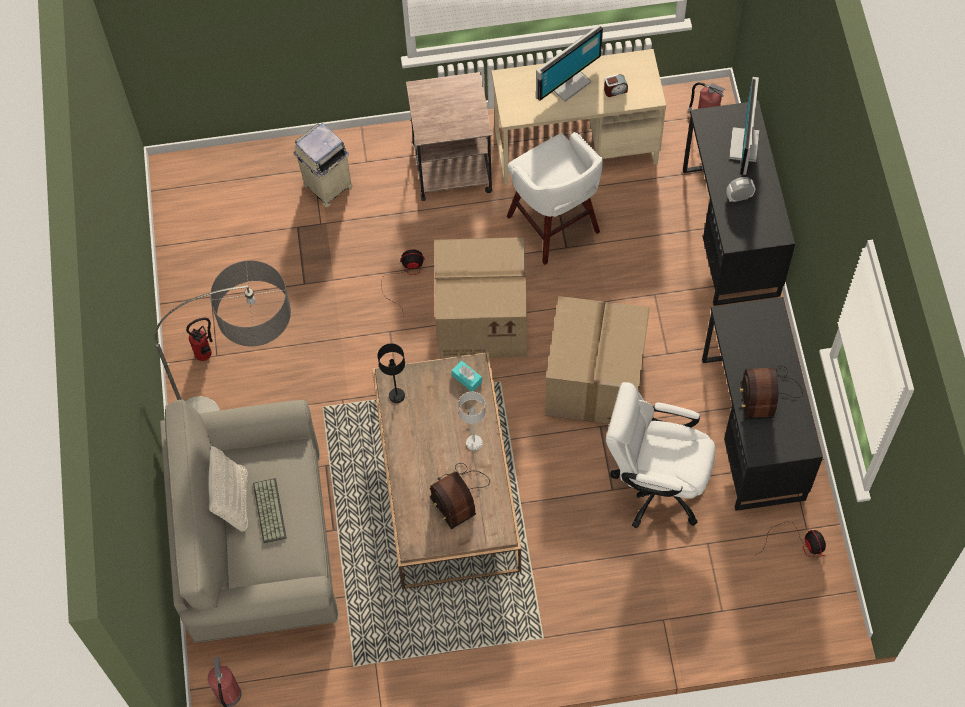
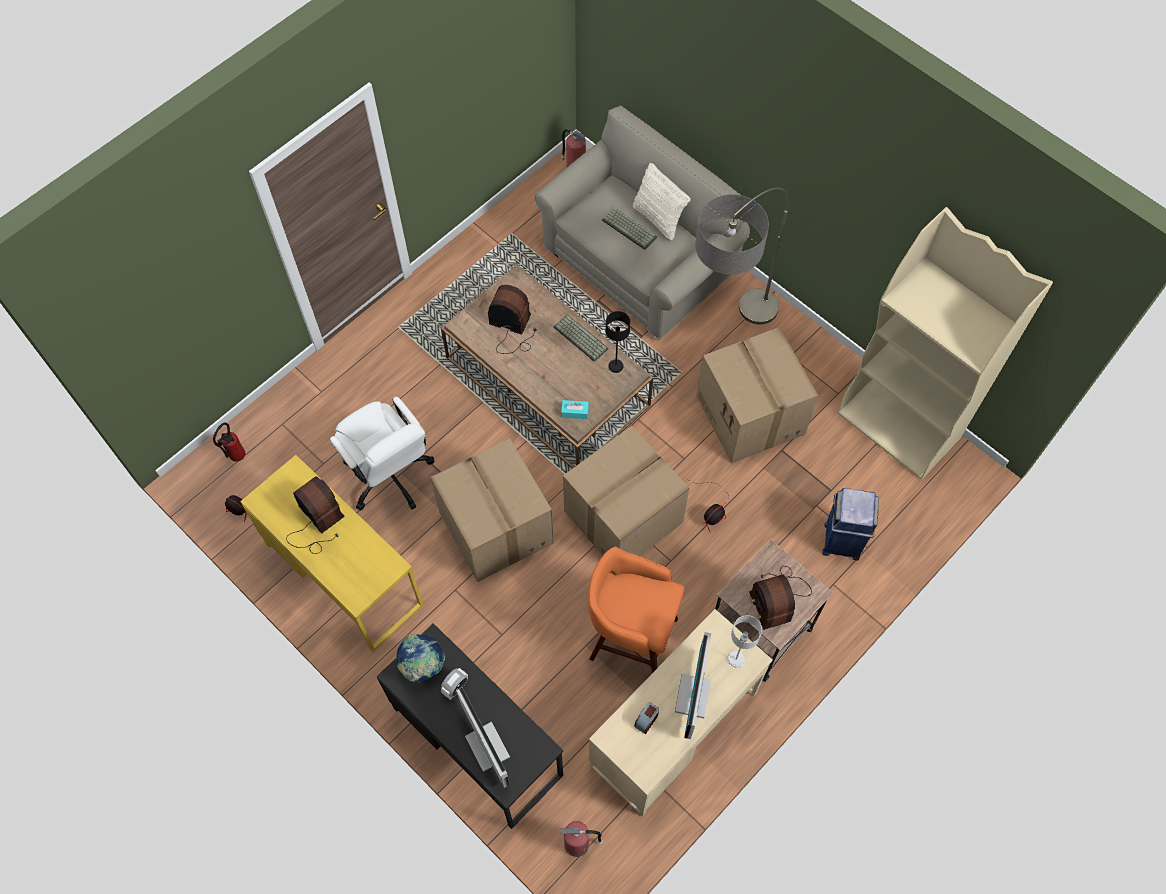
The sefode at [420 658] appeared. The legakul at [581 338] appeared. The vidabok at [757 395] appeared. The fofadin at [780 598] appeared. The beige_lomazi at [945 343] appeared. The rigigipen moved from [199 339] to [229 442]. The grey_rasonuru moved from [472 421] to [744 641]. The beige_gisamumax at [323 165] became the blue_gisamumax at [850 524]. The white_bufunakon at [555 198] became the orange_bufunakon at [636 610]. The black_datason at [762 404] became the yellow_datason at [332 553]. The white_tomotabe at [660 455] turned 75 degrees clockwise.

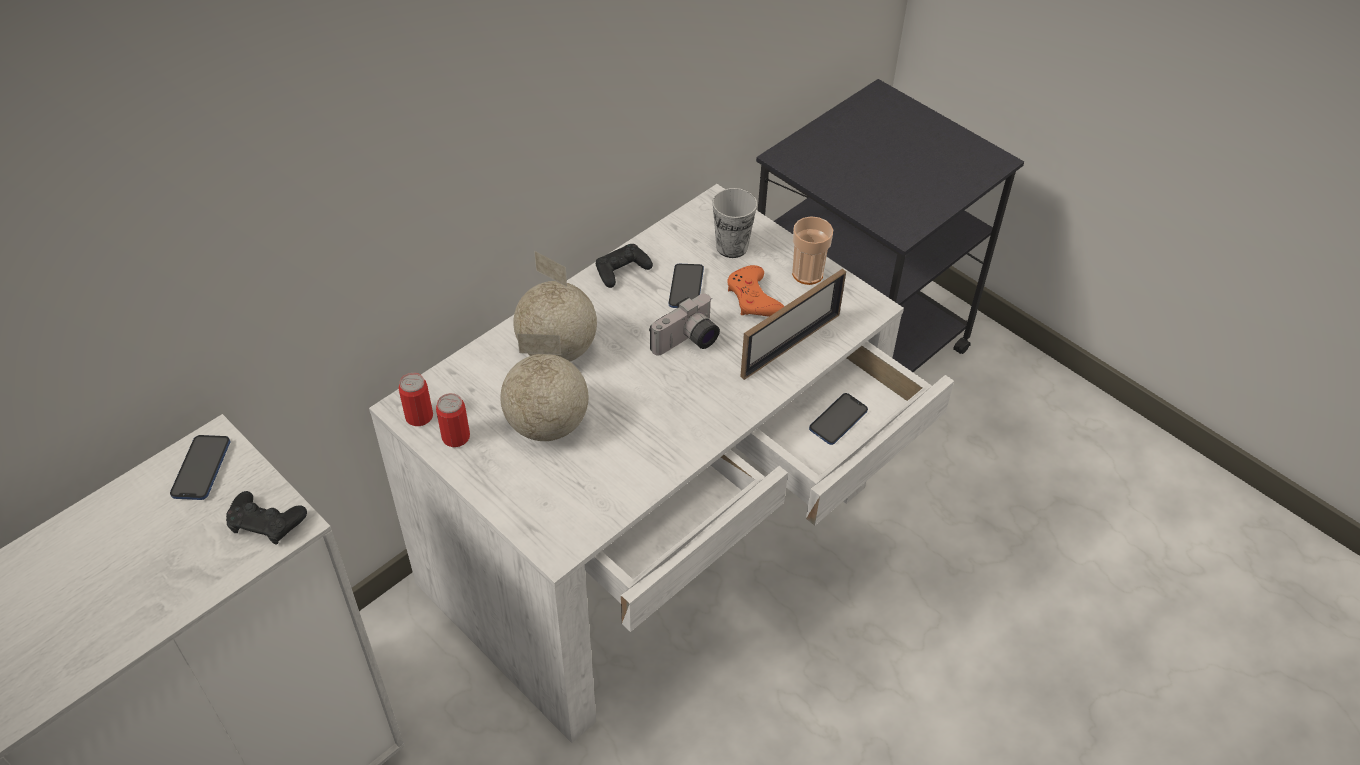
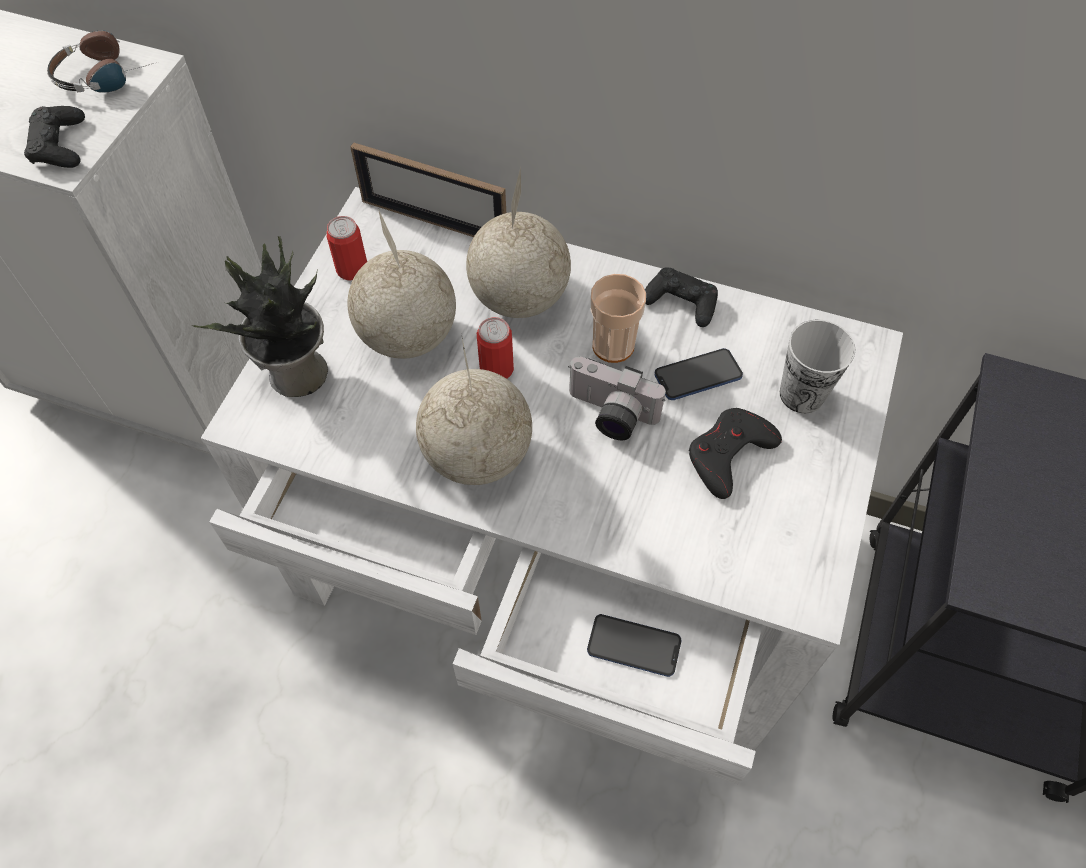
The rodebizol at [260 316] appeared. The sefode at [474 409] appeared. The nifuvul moved from [415 399] to [495 348]. The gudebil moved from [793 324] to [428 189]. The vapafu moved from [812 251] to [618 318]. The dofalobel at [200 467] was replaced by the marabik at [100 61]. The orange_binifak at [756 291] became the black_binifak at [735 453].

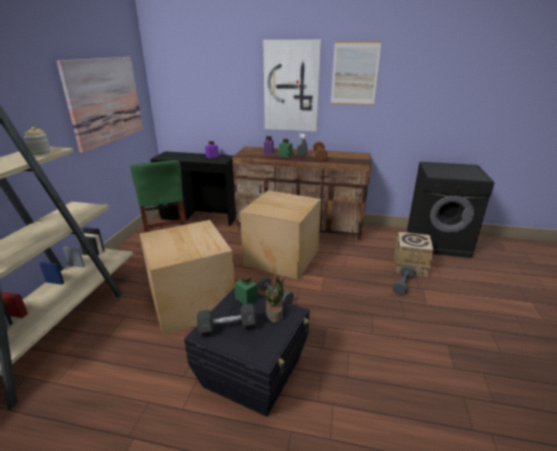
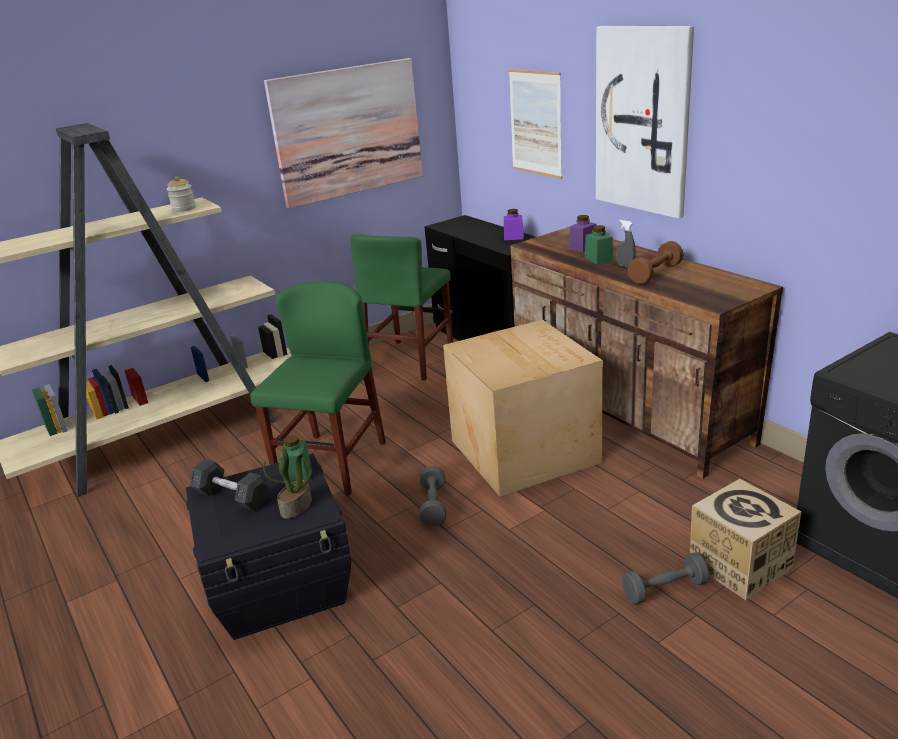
The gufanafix moved from [356 73] to [535 124]. The vidabok at [187 278] was replaced by the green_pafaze at [318 388].

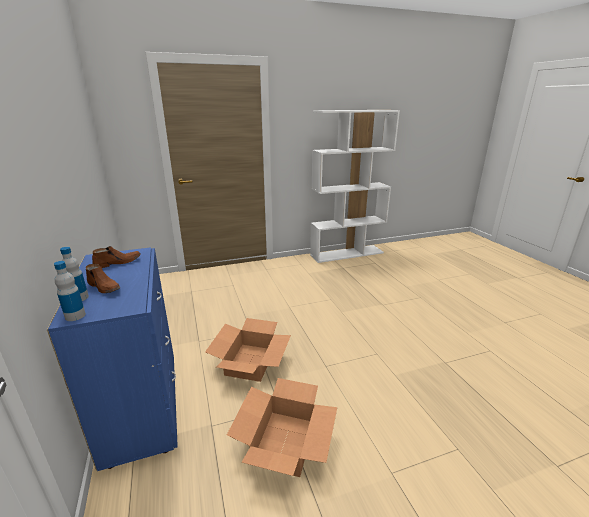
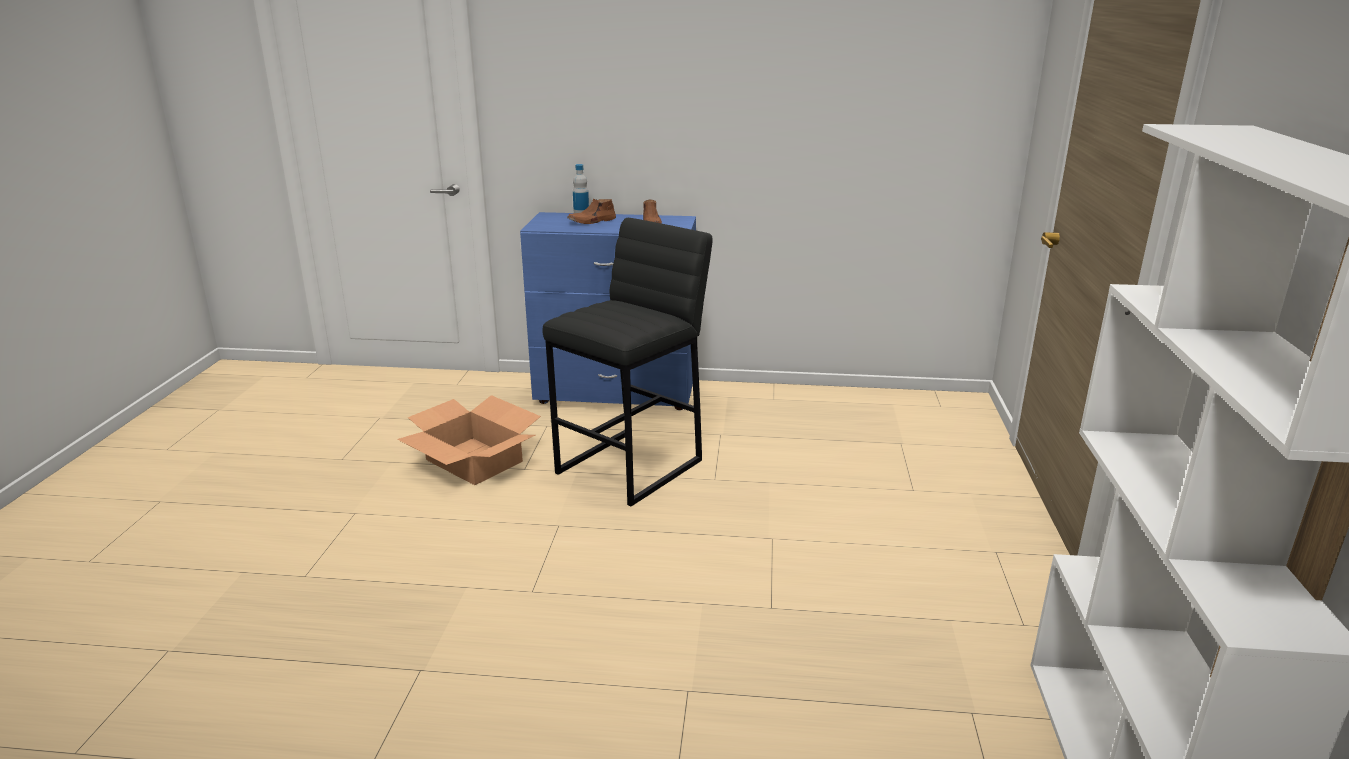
The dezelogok at [70 291] disappeared. The vidabok at [248 350] was replaced by the black_bufunakon at [627 362].

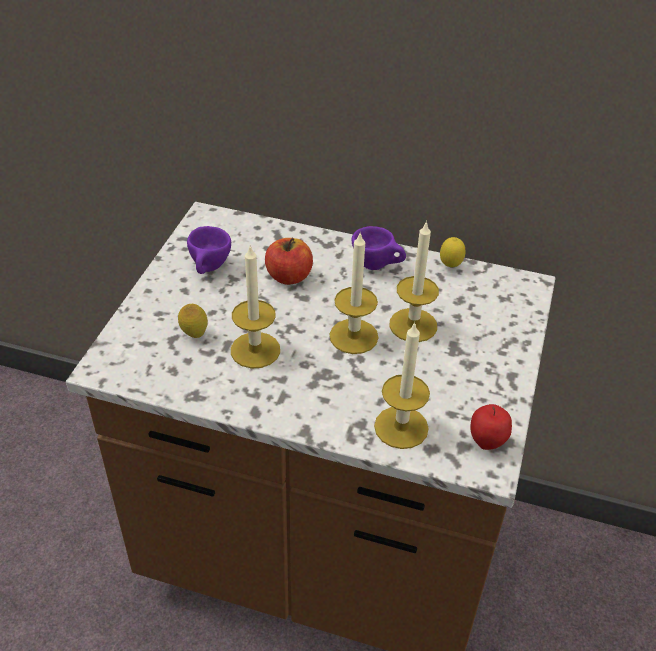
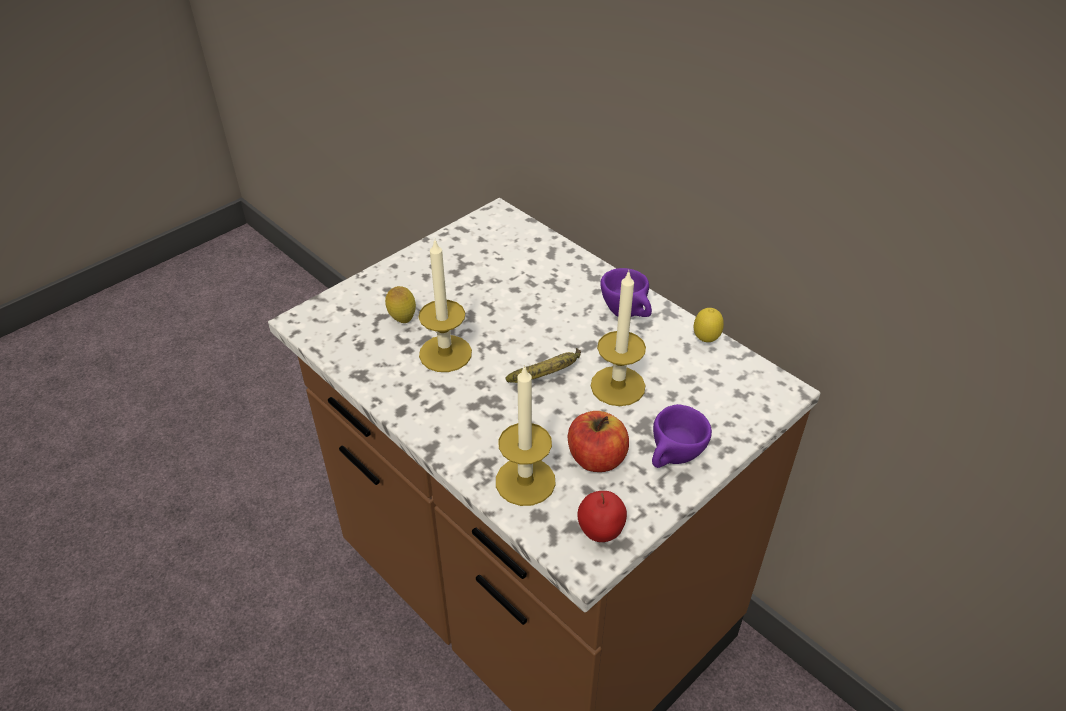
The purple_vapafu moved from [209 250] to [682 436]. The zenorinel moved from [289 261] to [598 441]. The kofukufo at [353 292] was replaced by the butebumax at [543 365].

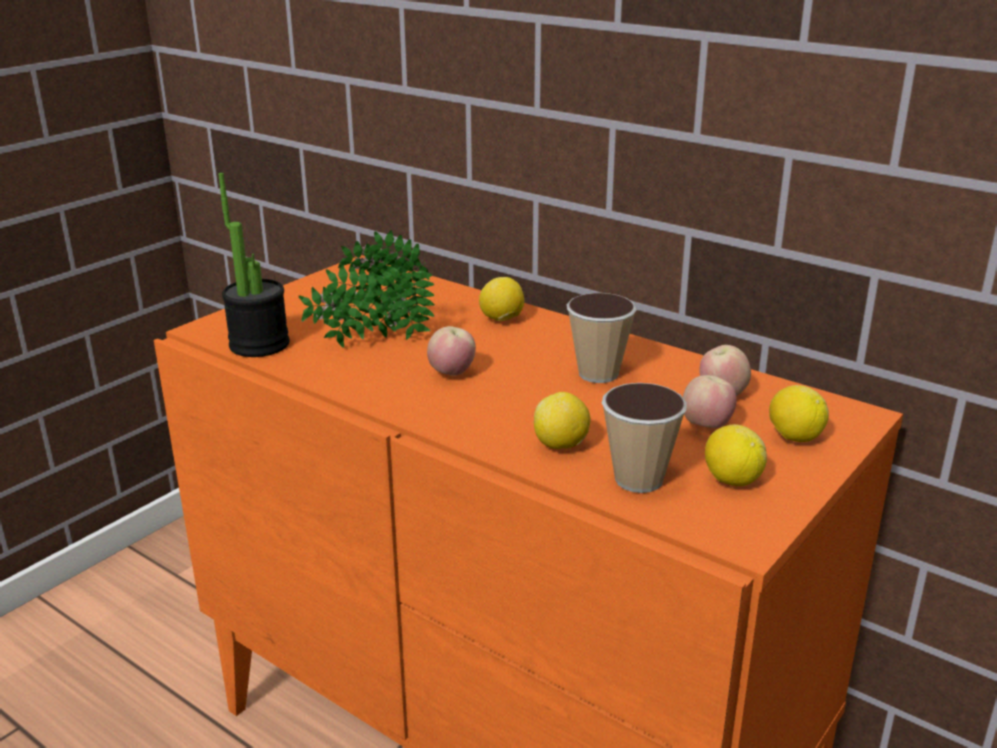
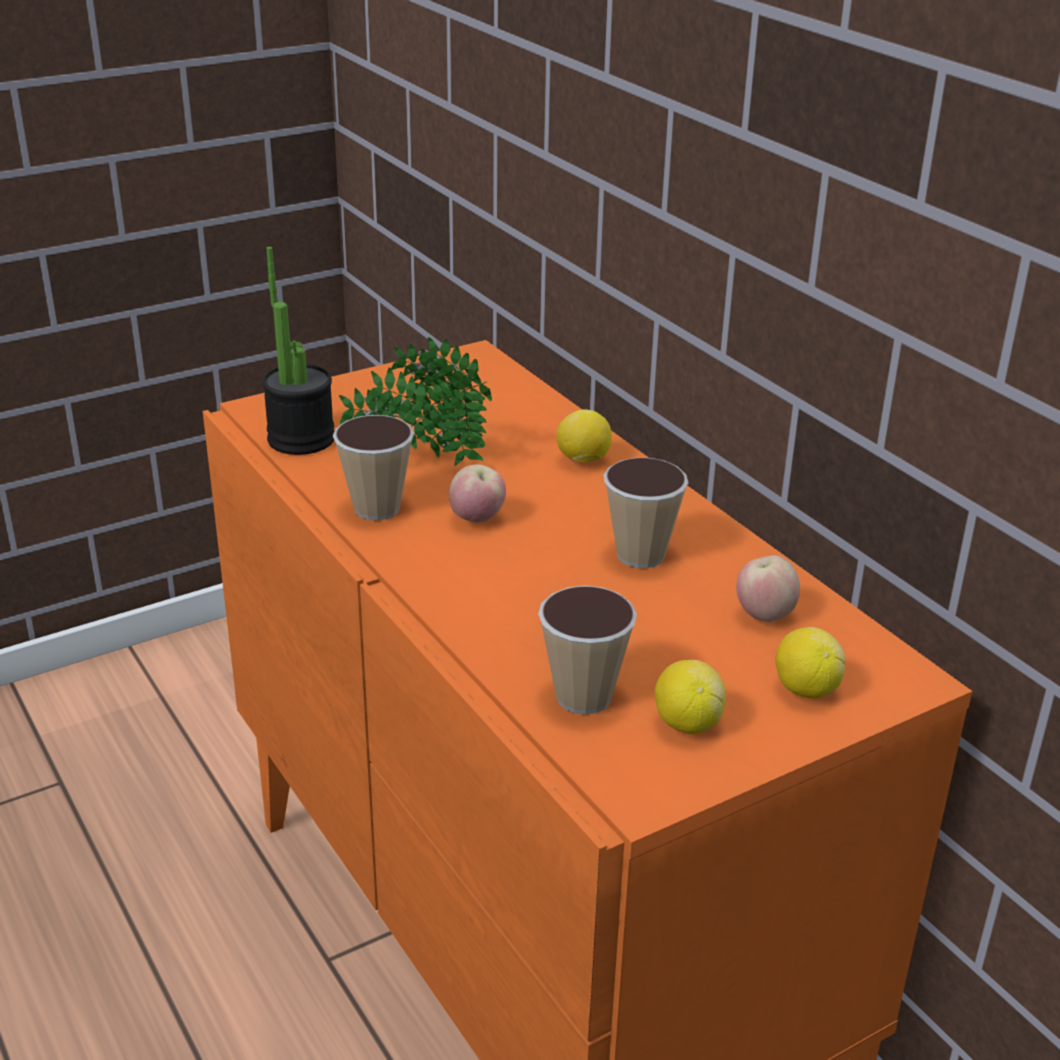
The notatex at [562 420] disappeared. The zenorinel at [710 401] disappeared. The vapafu at [373 467] appeared.

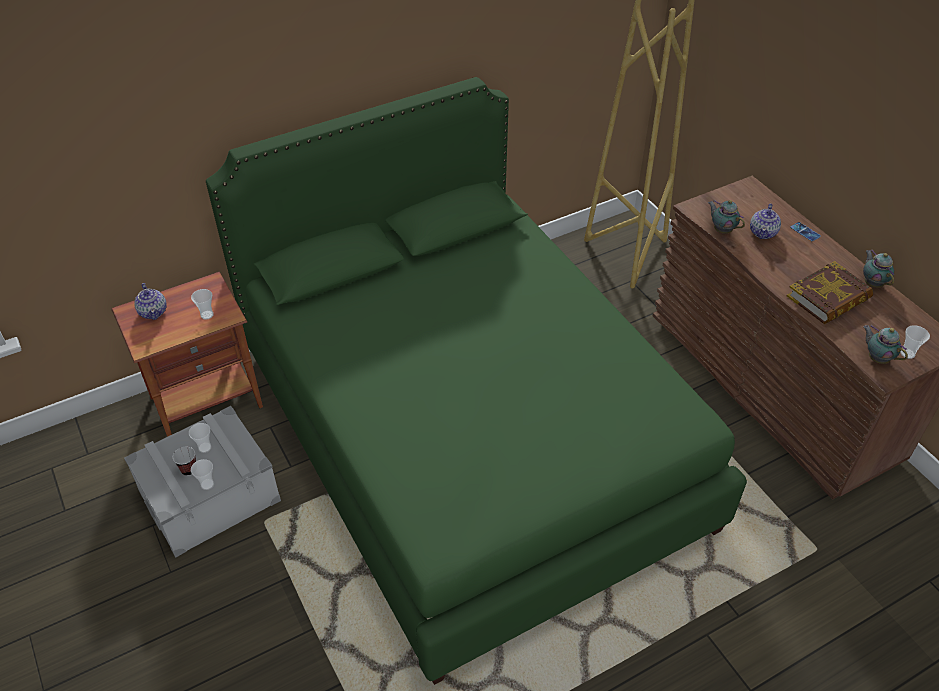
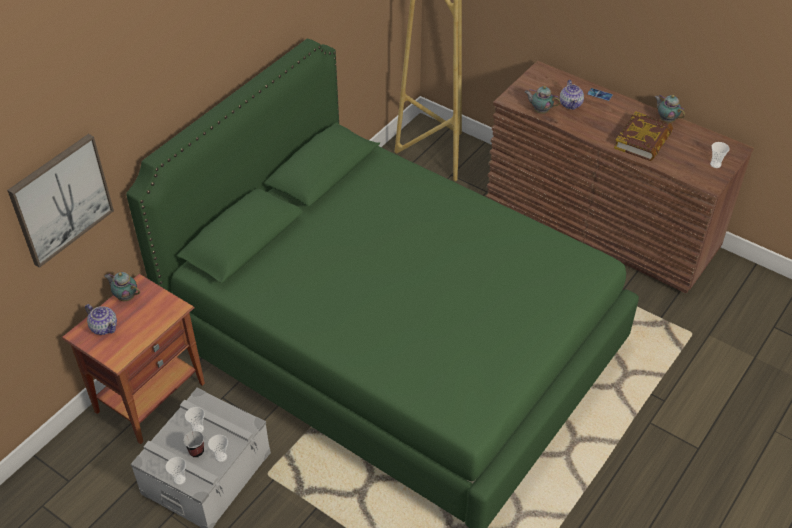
The gufanafix at [60 201] appeared. The vapafu moved from [202 304] to [176 471]. The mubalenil moved from [885 344] to [122 286].

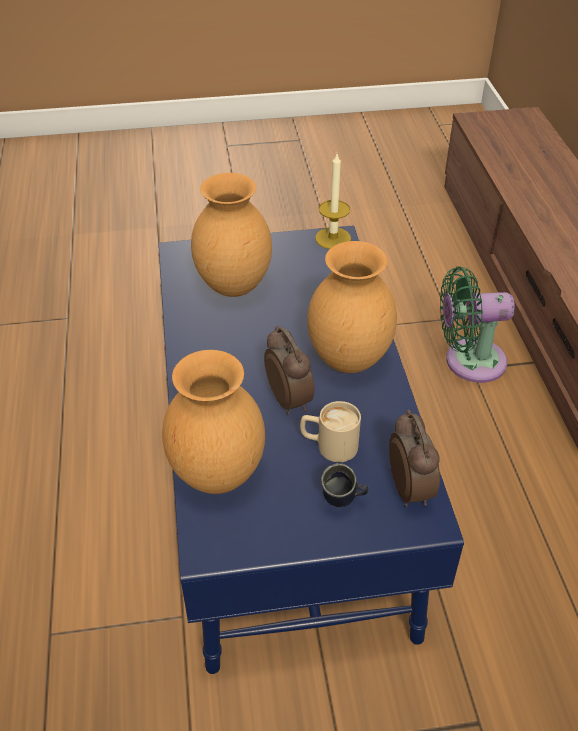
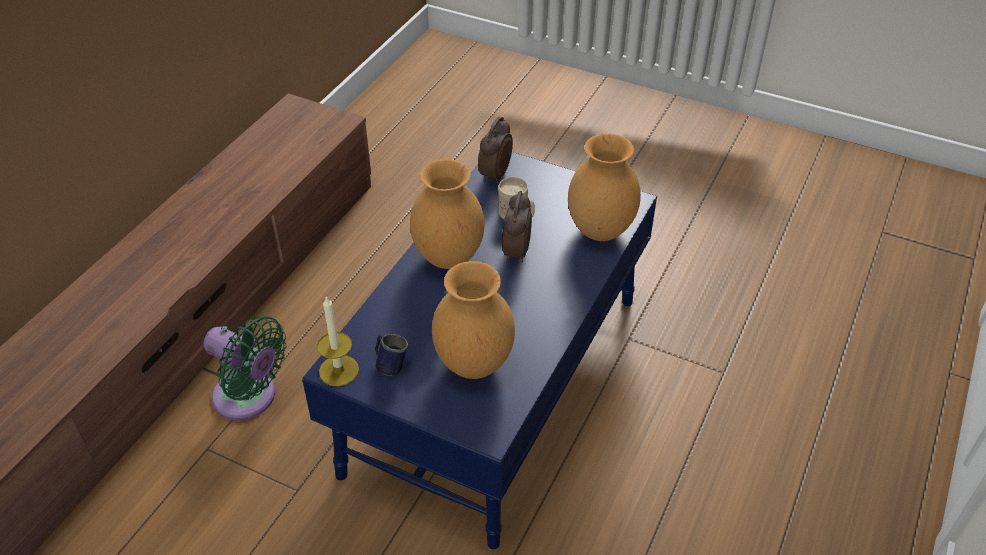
The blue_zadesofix moved from [344 485] to [391 355].

